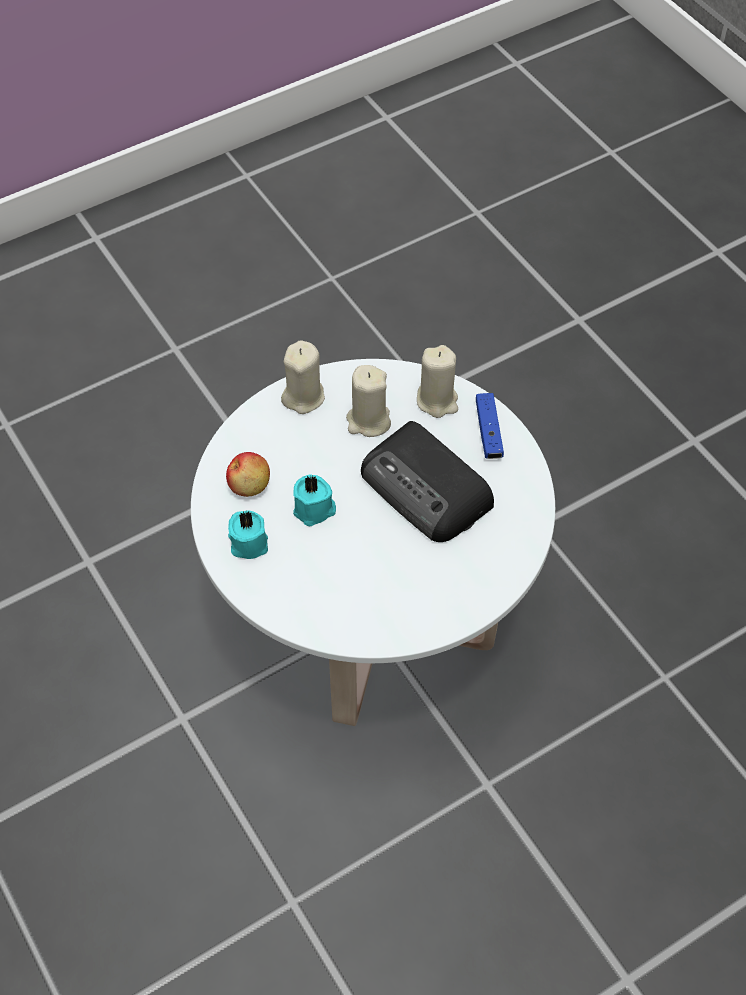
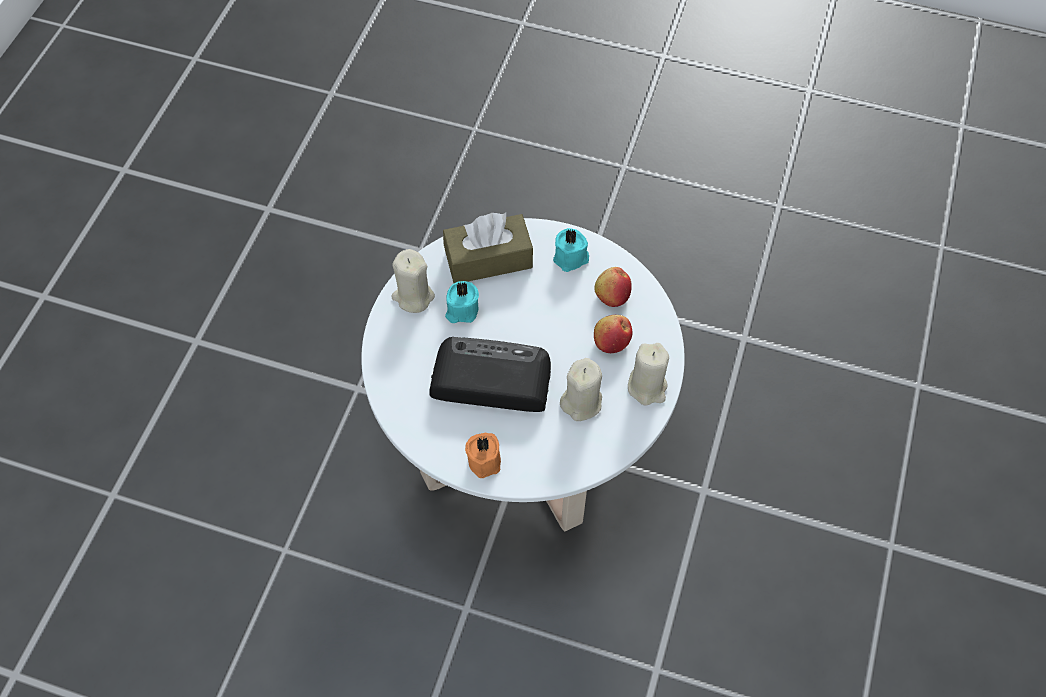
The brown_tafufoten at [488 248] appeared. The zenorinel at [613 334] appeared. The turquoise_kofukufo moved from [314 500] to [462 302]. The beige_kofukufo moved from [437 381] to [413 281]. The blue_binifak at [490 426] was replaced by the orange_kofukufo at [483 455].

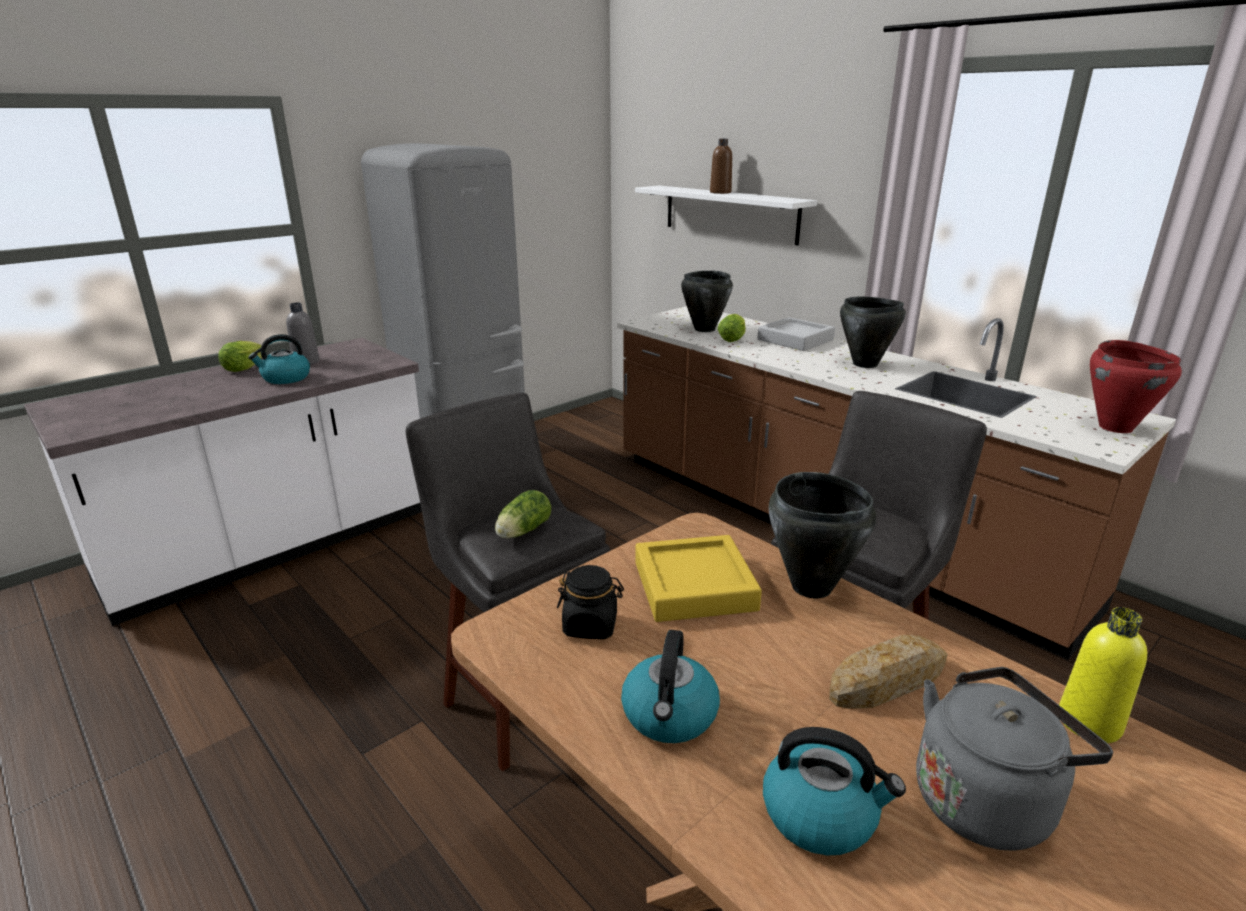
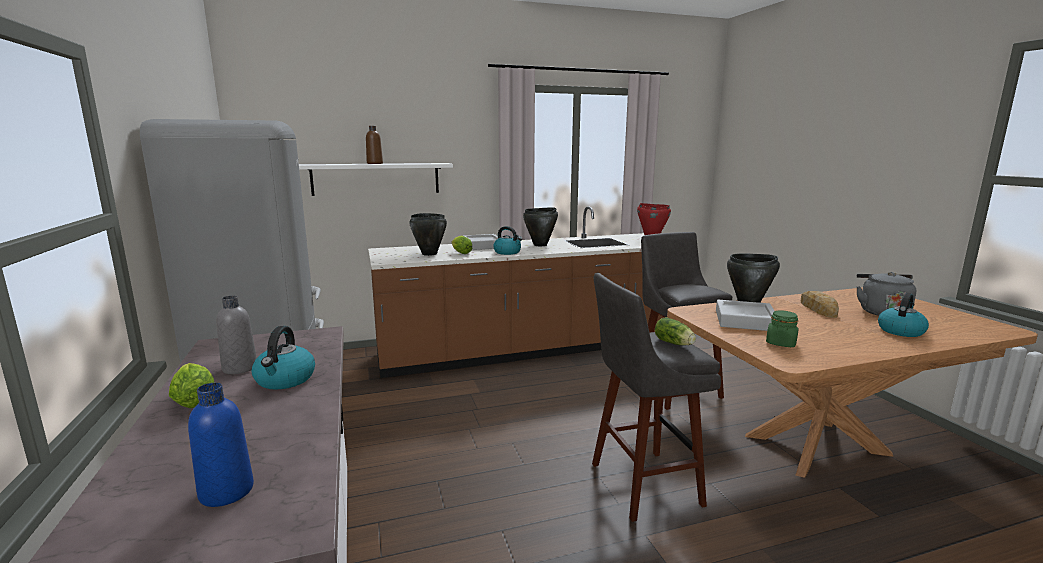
The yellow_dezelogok at [1103 675] disappeared. The blue_dezelogok at [221 445] appeared. The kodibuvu moved from [670 686] to [507 240]. The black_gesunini at [590 602] became the green_gesunini at [782 328]. The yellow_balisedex at [698 578] became the grey_balisedex at [745 315].

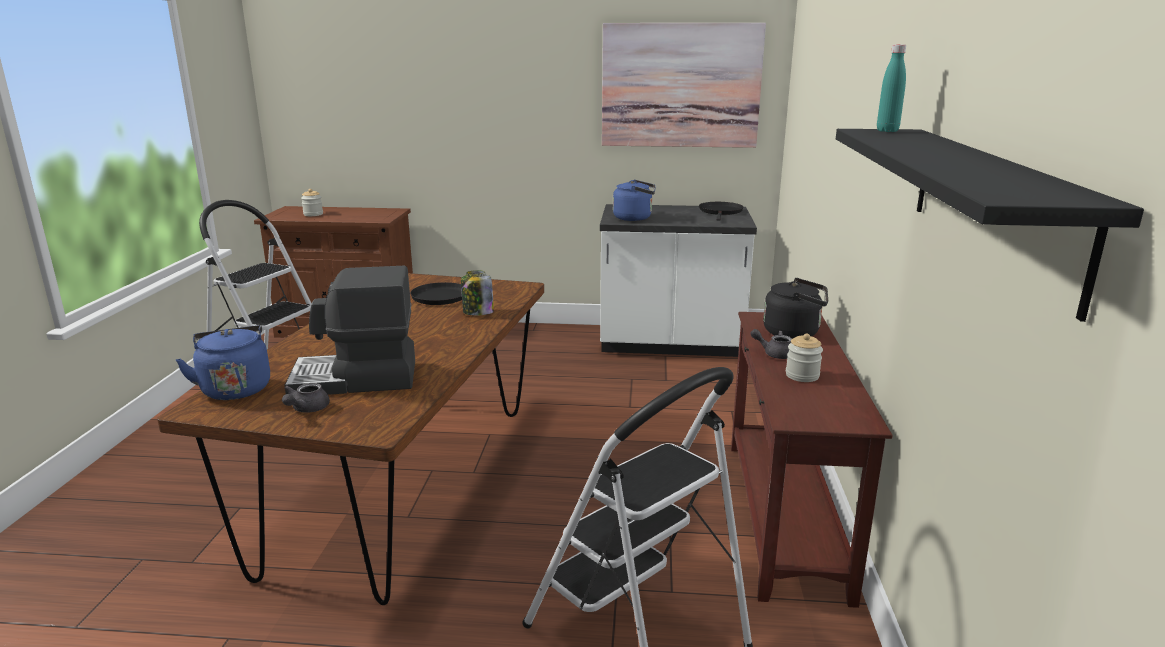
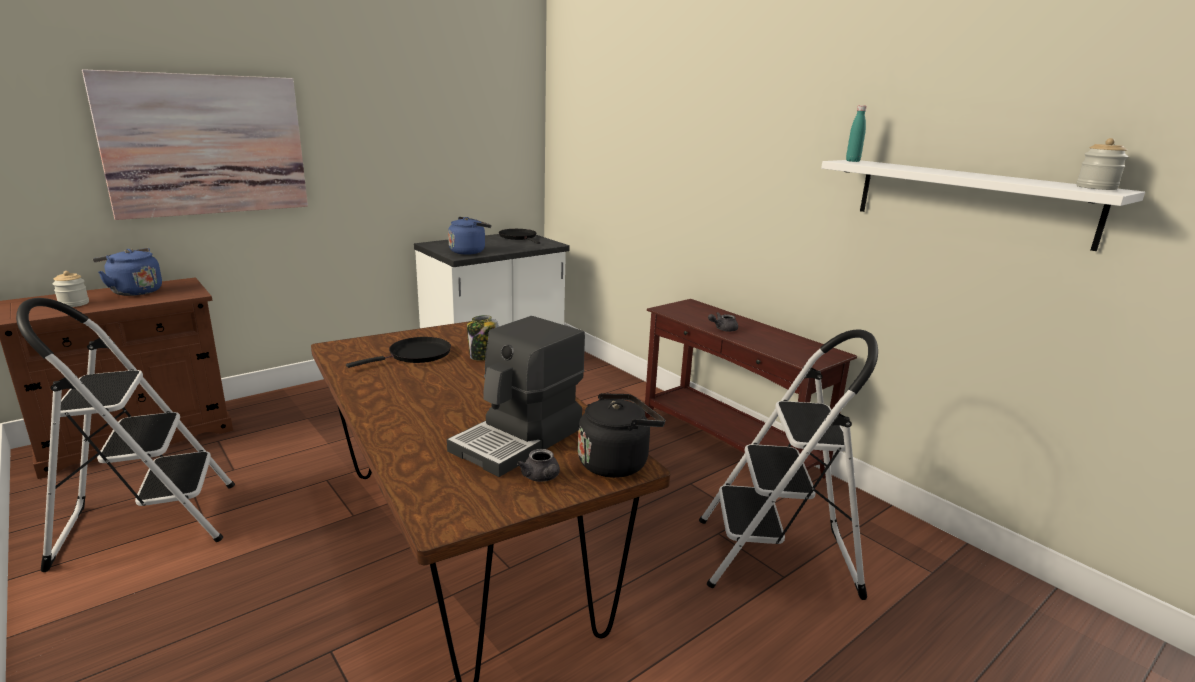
The blue_kodibuvu moved from [223 362] to [127 272]. The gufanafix moved from [684 85] to [195 144]. The black_kodibuvu moved from [795 308] to [621 435]. The gesunini moved from [804 357] to [1102 164]. The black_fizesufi at [990 225] became the white_fizesufi at [983 205].

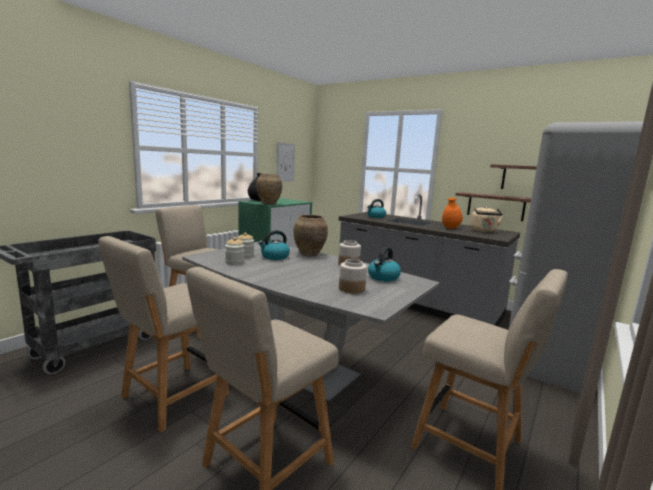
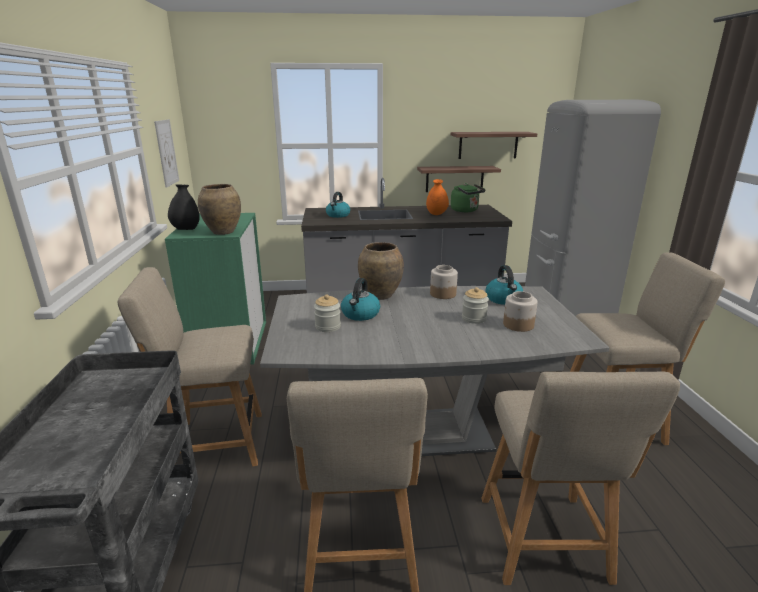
The gesunini moved from [235 250] to [475 305]. The beige_kodibuvu at [487 219] became the green_kodibuvu at [468 197].

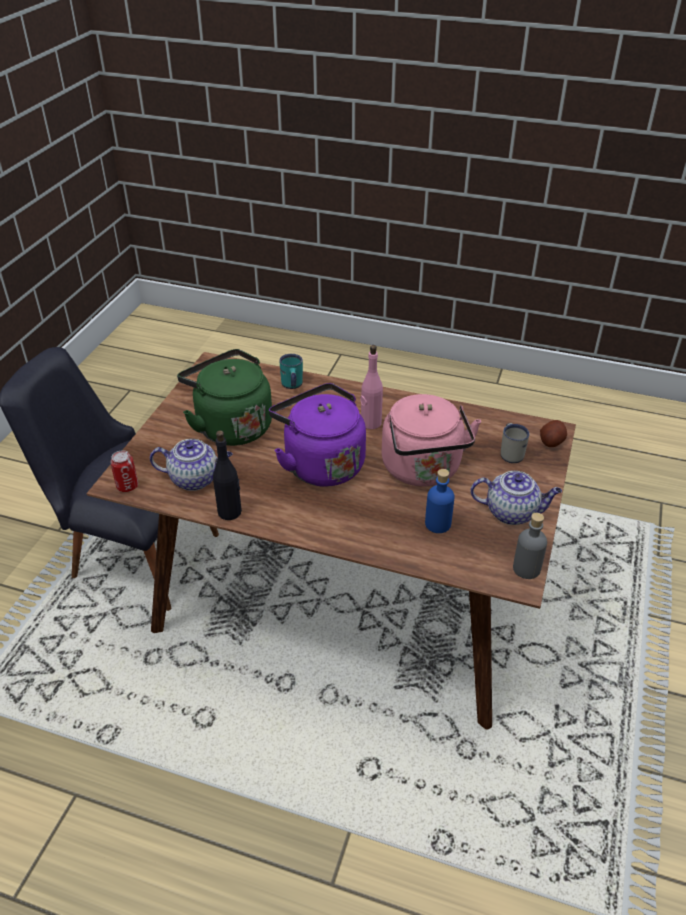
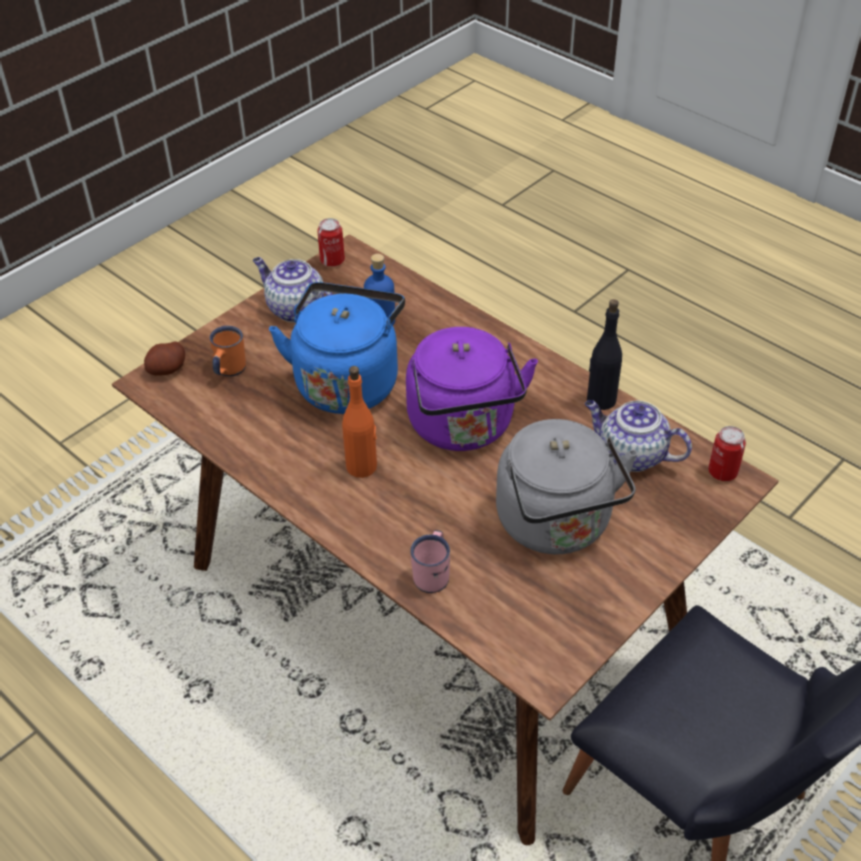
The grey_dezelogok at [530 546] was replaced by the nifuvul at [331 242]. The green_kodibuvu at [224 397] became the grey_kodibuvu at [567 486]. The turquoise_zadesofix at [291 371] became the pink_zadesofix at [430 561]. The pink_dezelogok at [371 387] became the orange_dezelogok at [359 422]. The pink_kodibuvu at [431 440] became the blue_kodibuvu at [337 348]. The white_zadesofix at [515 443] became the orange_zadesofix at [228 351].

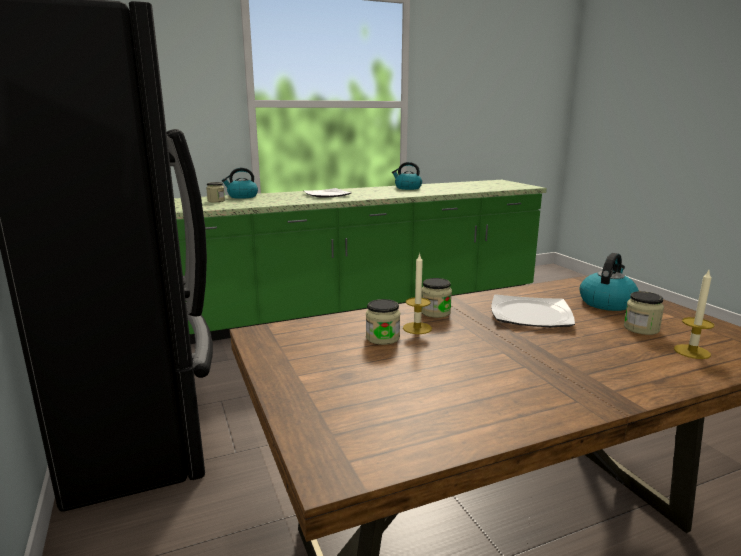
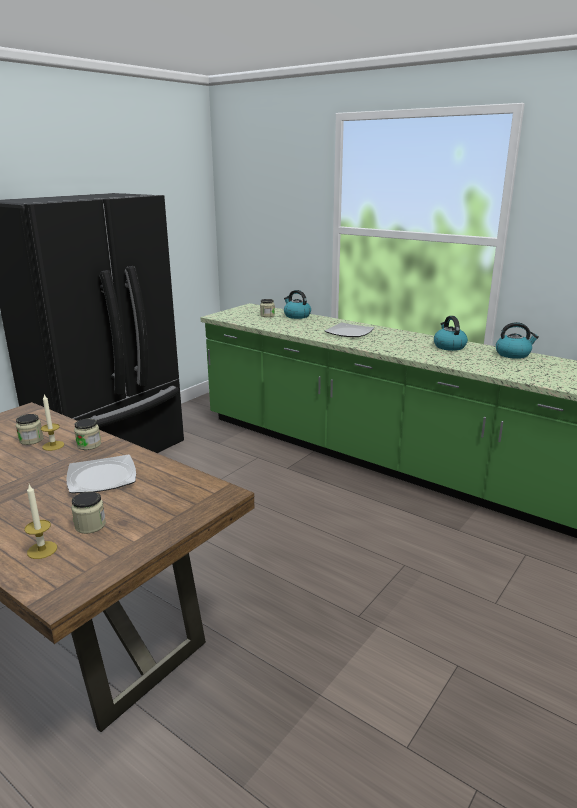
The kodibuvu moved from [609 282] to [517 340].

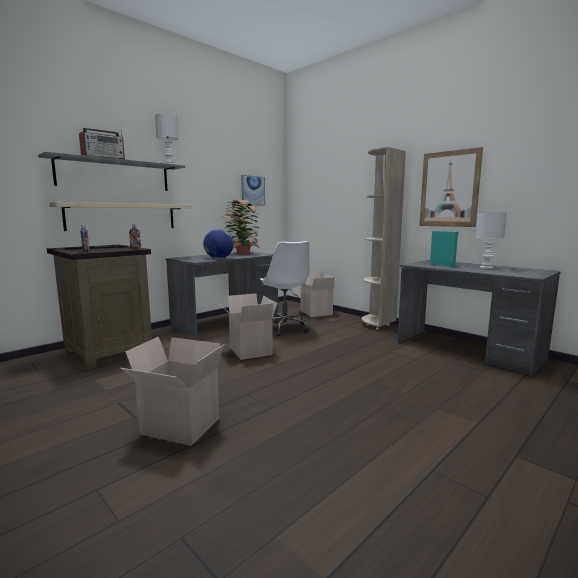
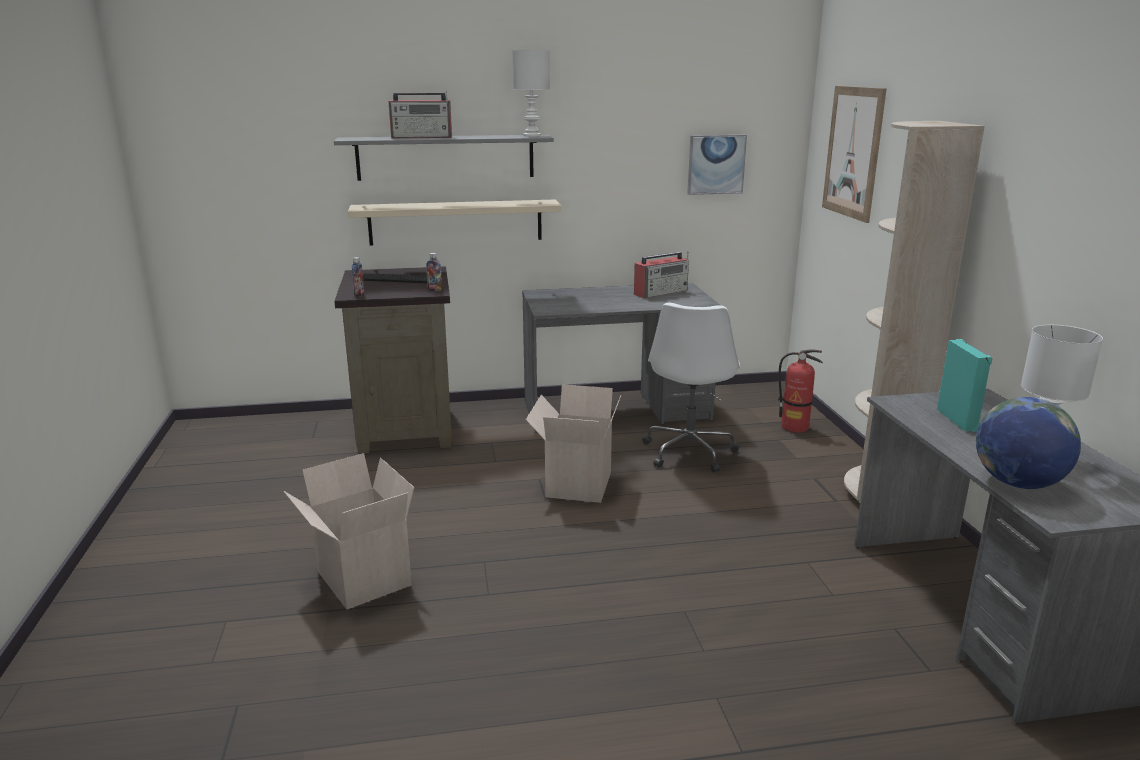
The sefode moved from [218 244] to [1028 443]. The gufanafix moved from [451 187] to [854 154]. The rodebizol at [241 227] was replaced by the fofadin at [661 274]. The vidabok at [319 294] was replaced by the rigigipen at [800 391].

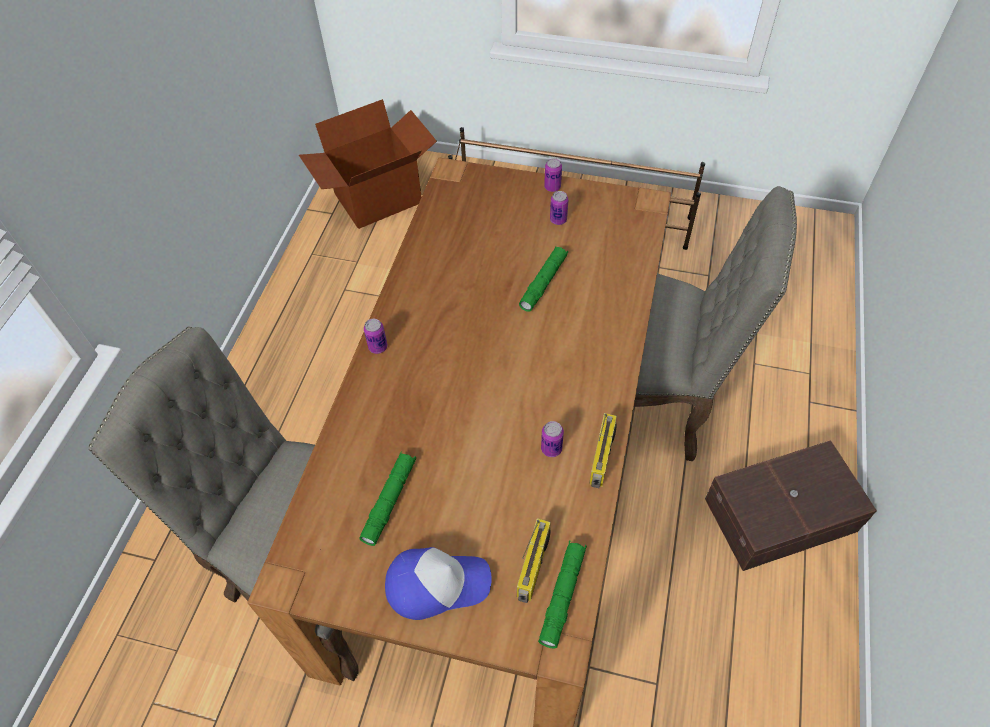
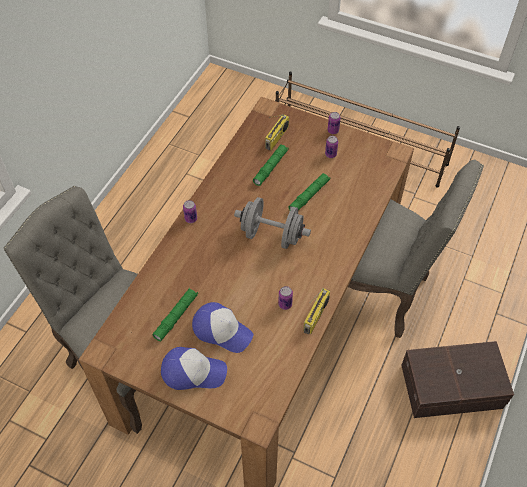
The vidabok at [368 164] disappeared. The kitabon at [222 327] appeared. The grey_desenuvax at [272 223] appeared. The fofadin moved from [534 560] to [277 132]. The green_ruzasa moved from [562 594] to [271 165].

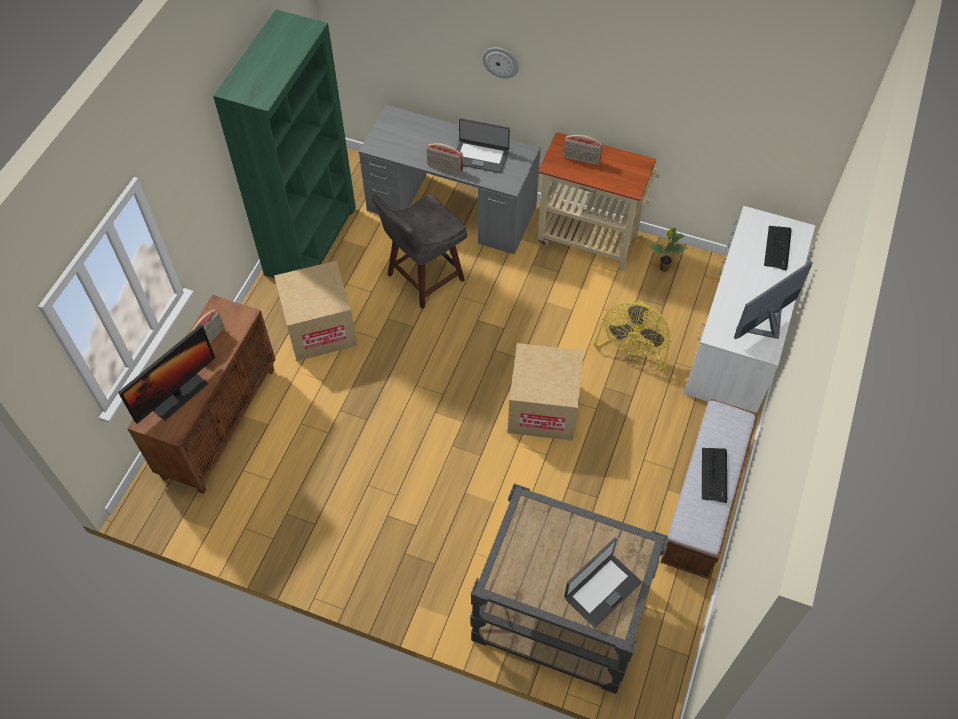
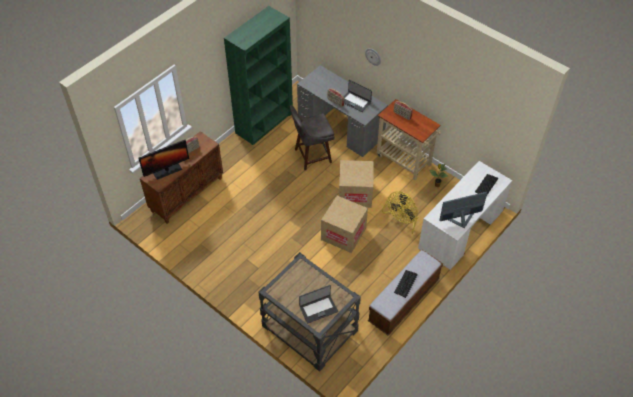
The vidabok moved from [315 311] to [356 184].

